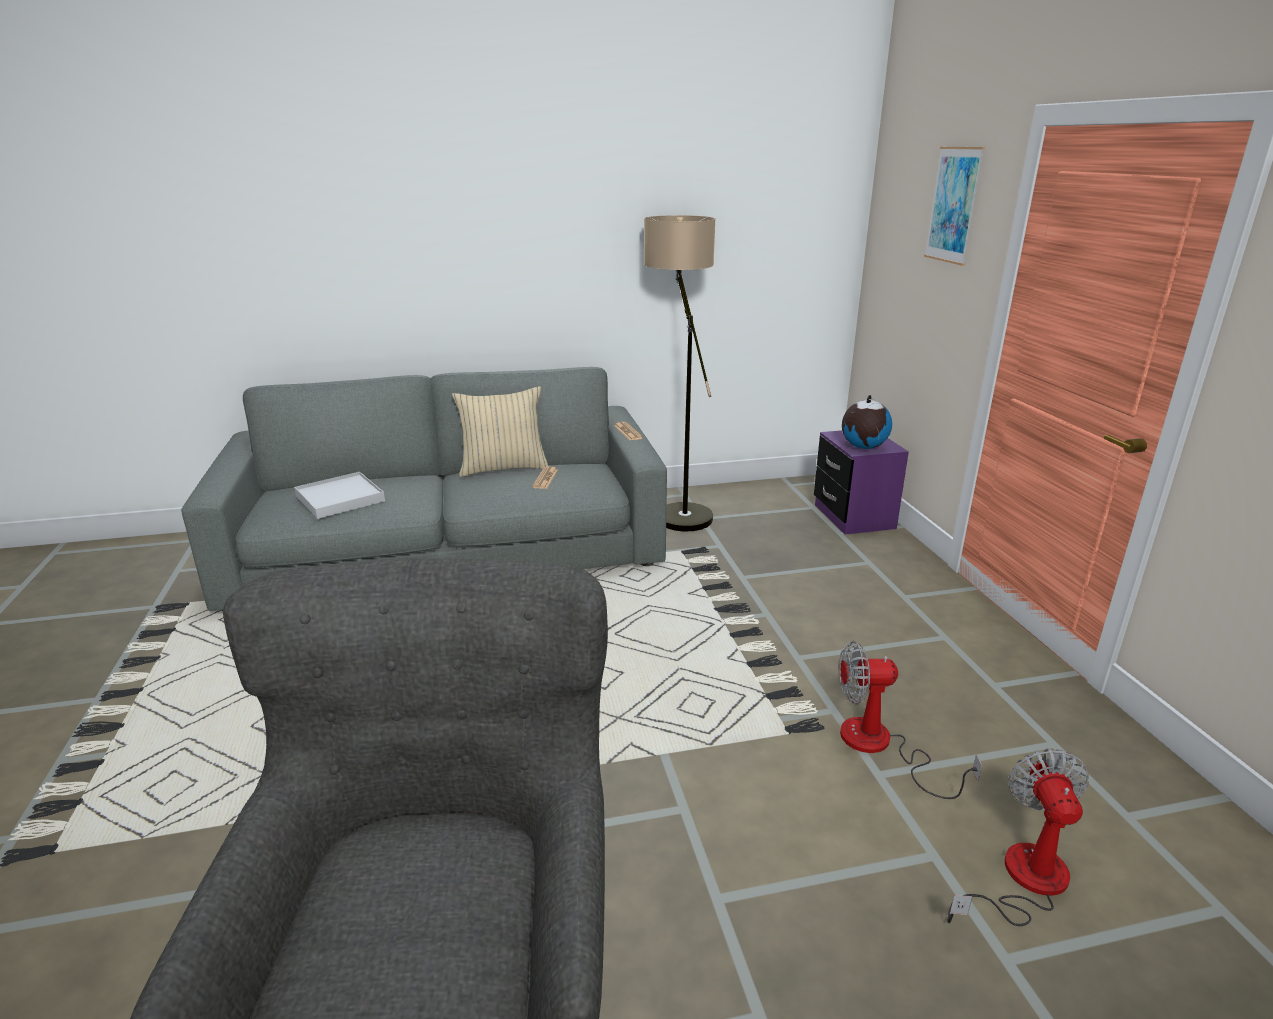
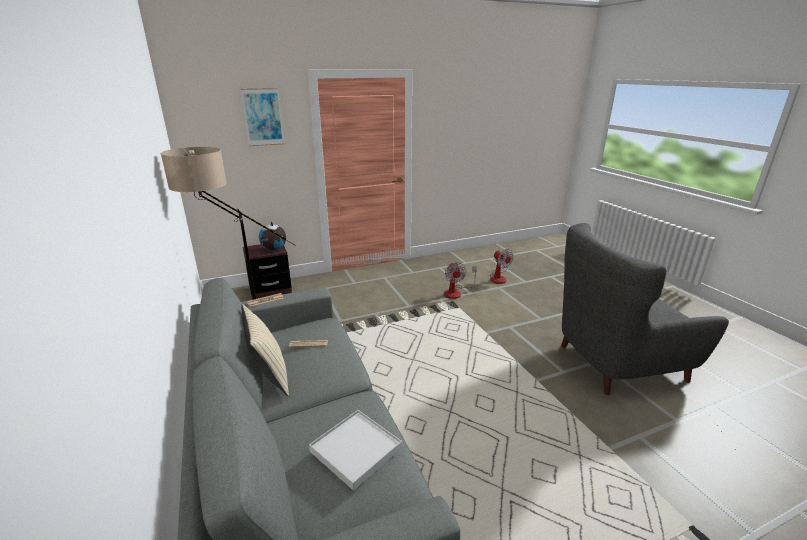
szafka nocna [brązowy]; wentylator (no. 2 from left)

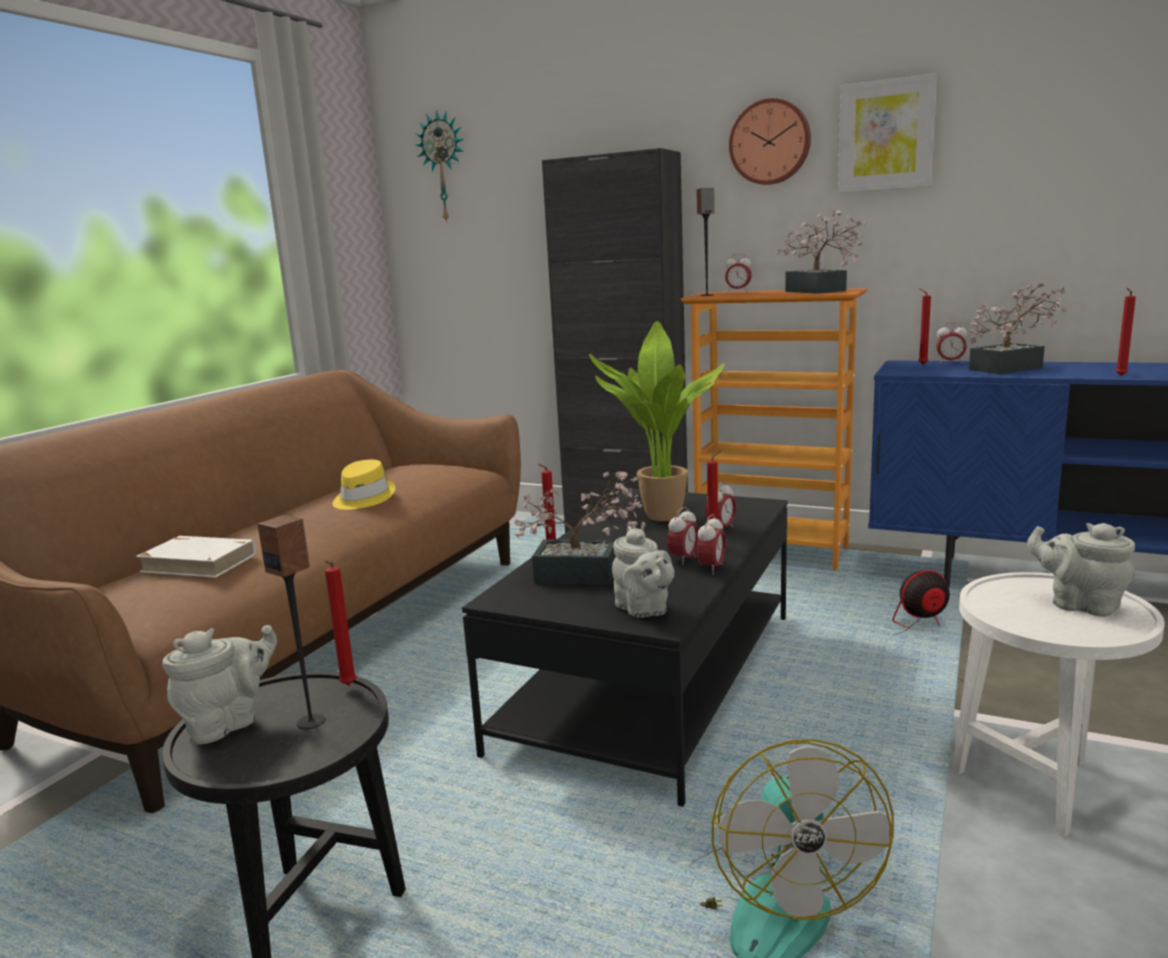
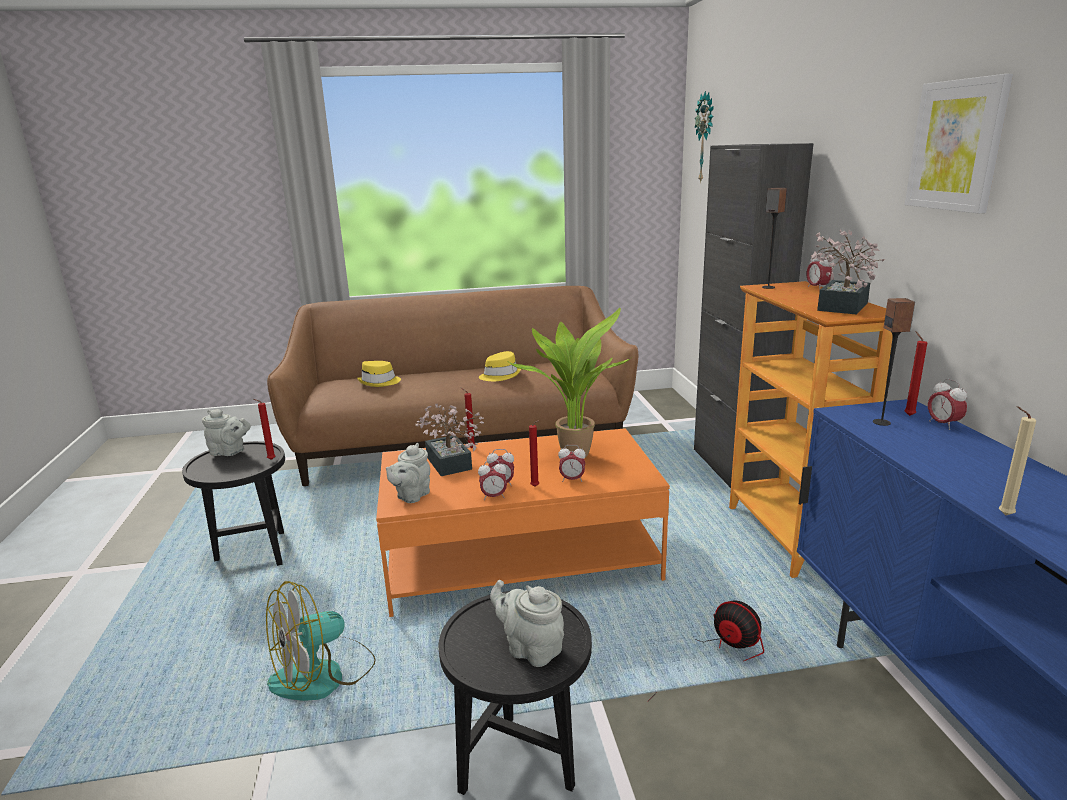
zegar ścienny (no. 2 from left in the first image); roślina doniczkowa (no. 4 from left in the first image); głośnik (no. 2 from left); kapelusz [żółty] (no. 1 from left); ława [pomarańczowy]; stolik [czarny] (no. 2 from left); świeca [beżowy]; imbryk [szary] (no. 3 from left)

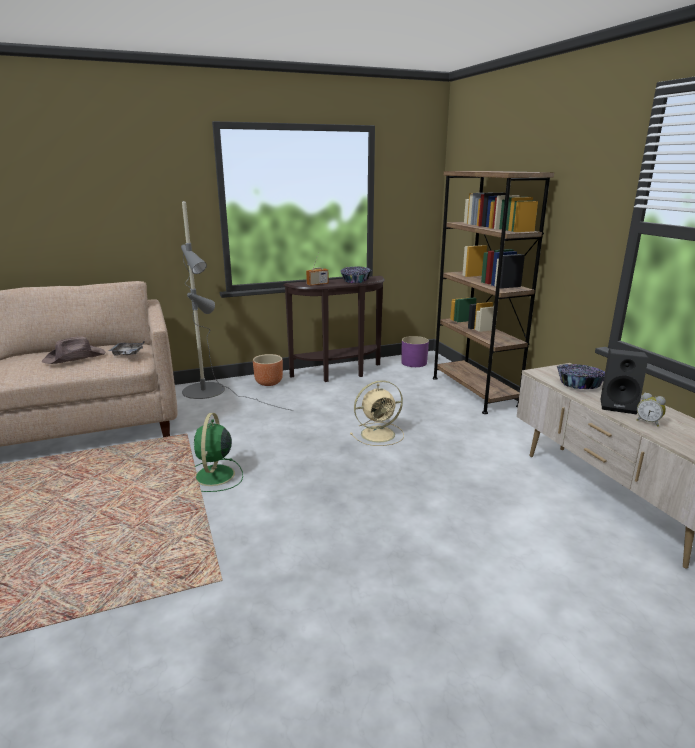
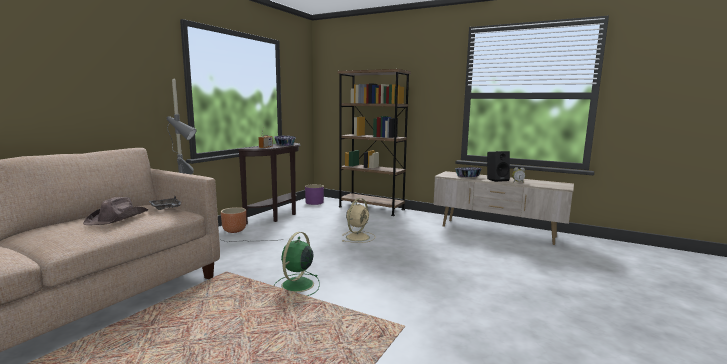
wentylator [zielony]

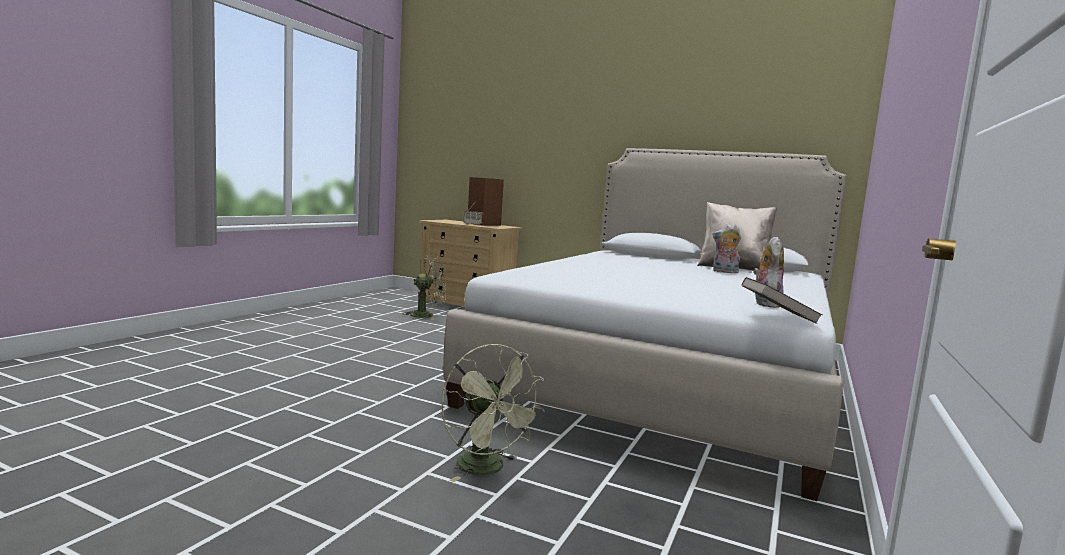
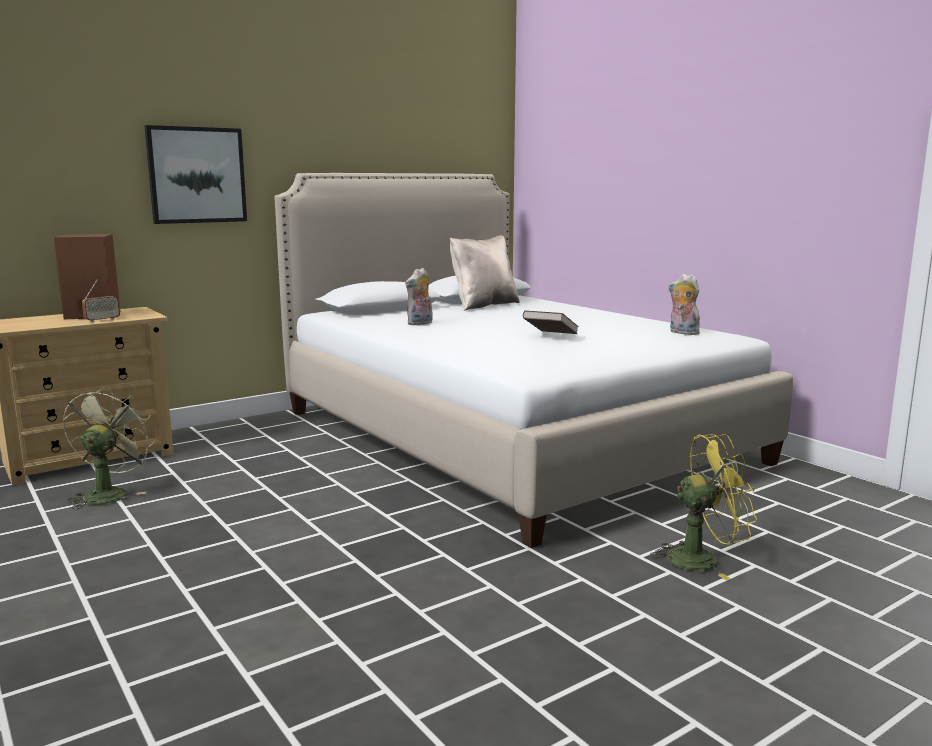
obraz; pluszak (no. 1 from left); książka [brązowy]; wentylator [żółty]

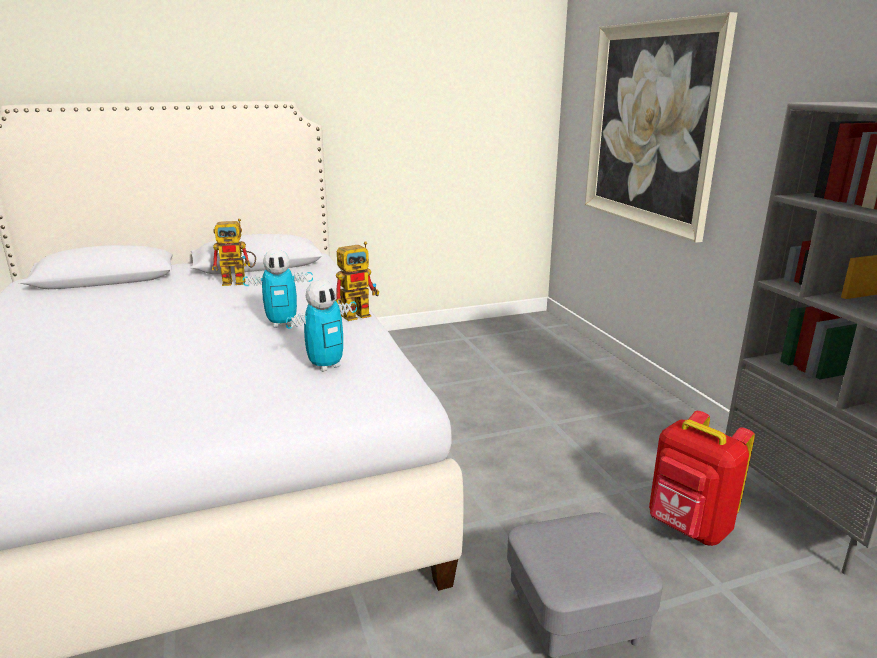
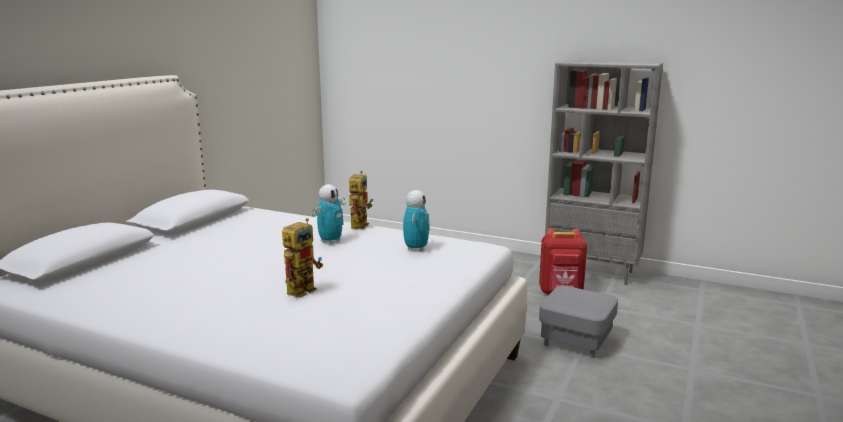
obraz; robot zabawkowy (no. 1 from left)

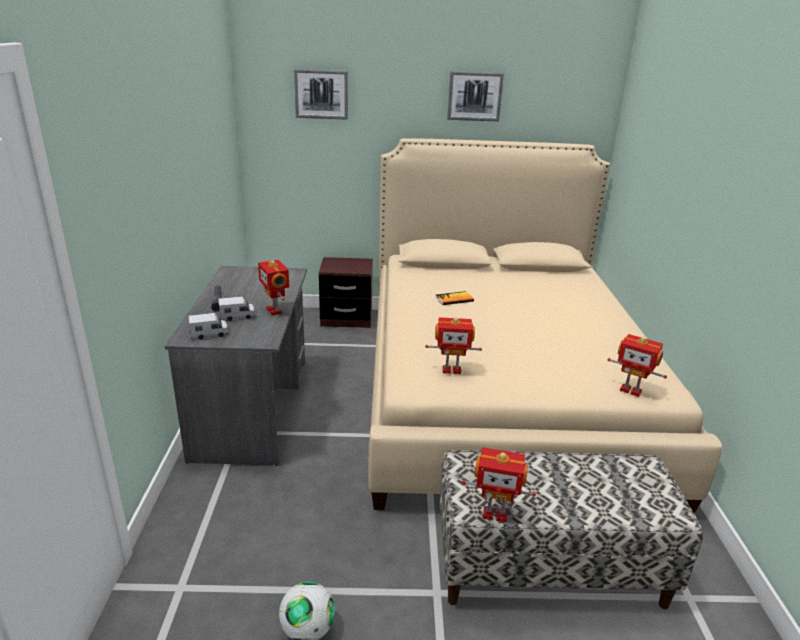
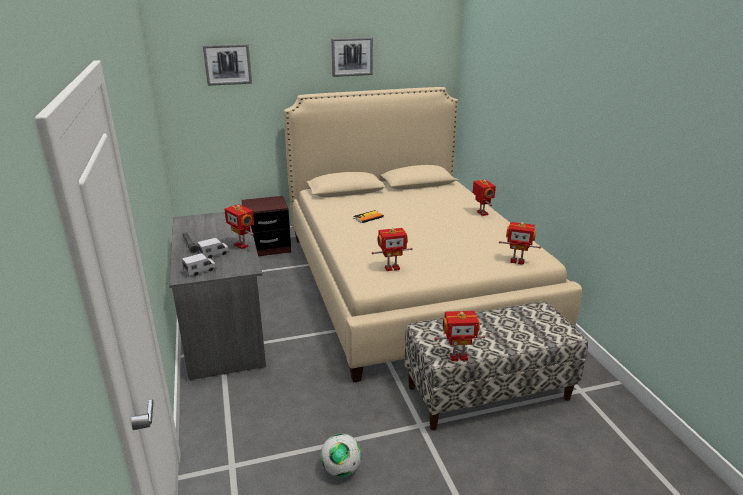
robot zabawkowy (no. 4 from left)

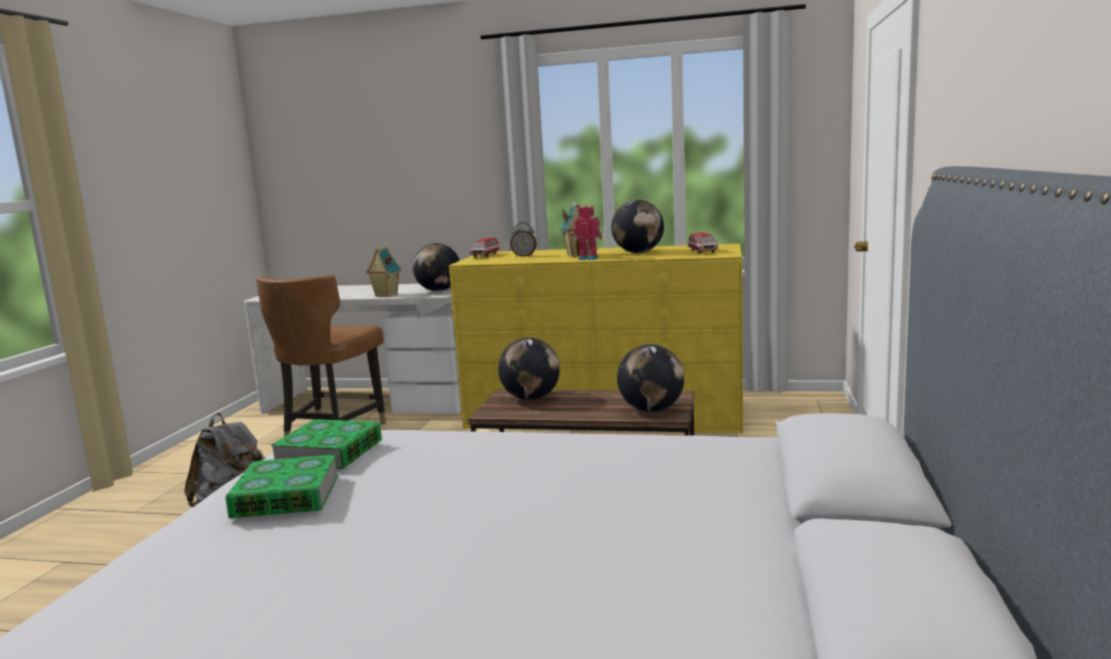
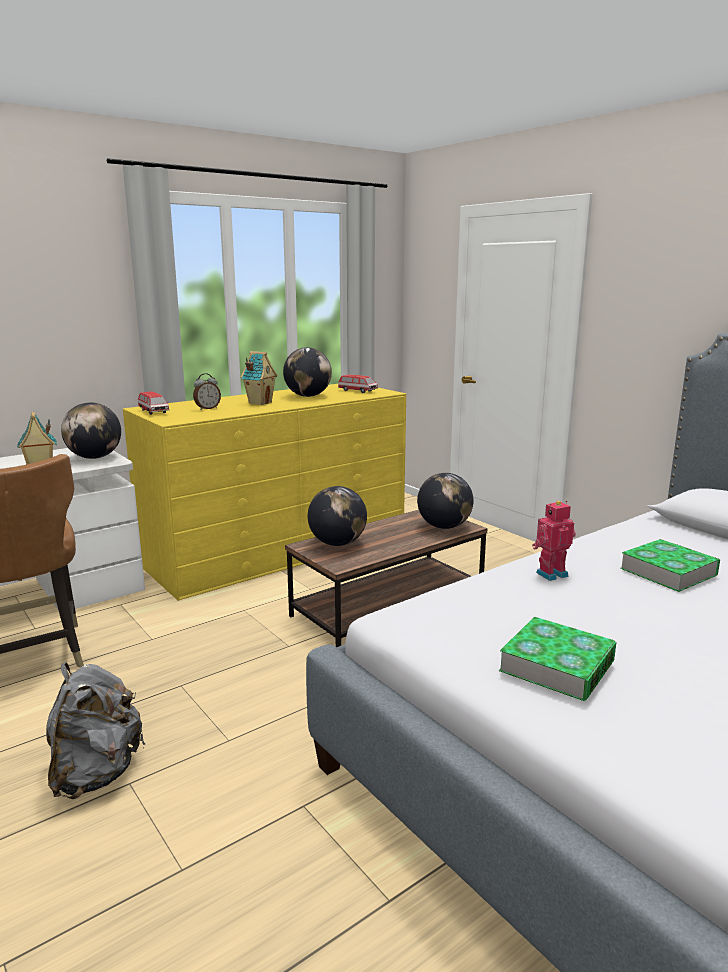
książka (no. 2 from left); robot zabawkowy

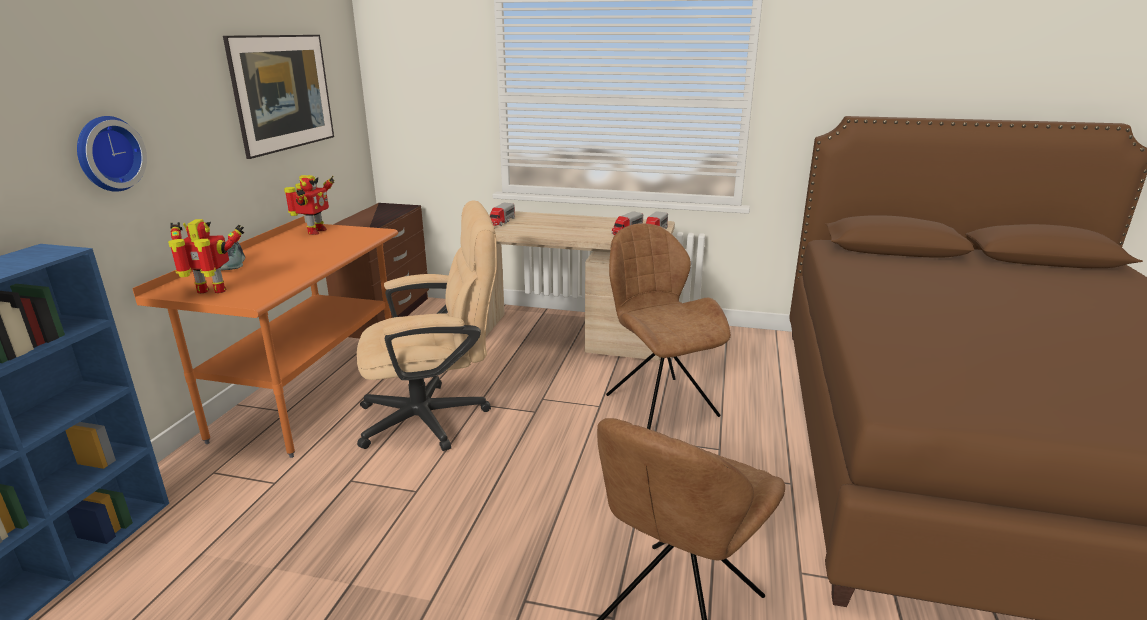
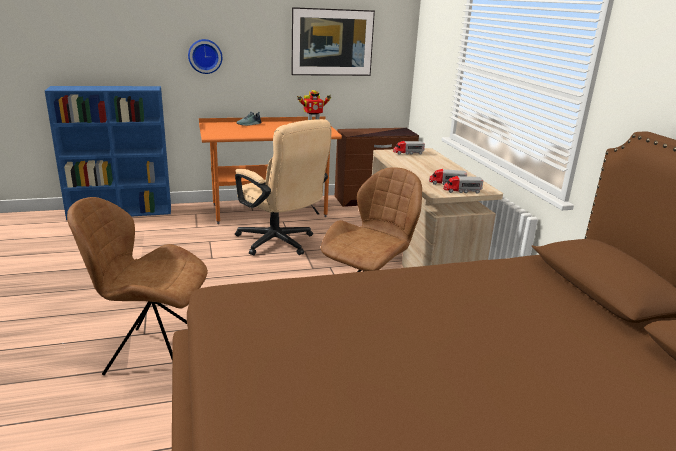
robot zabawkowy (no. 1 from left in the first image)

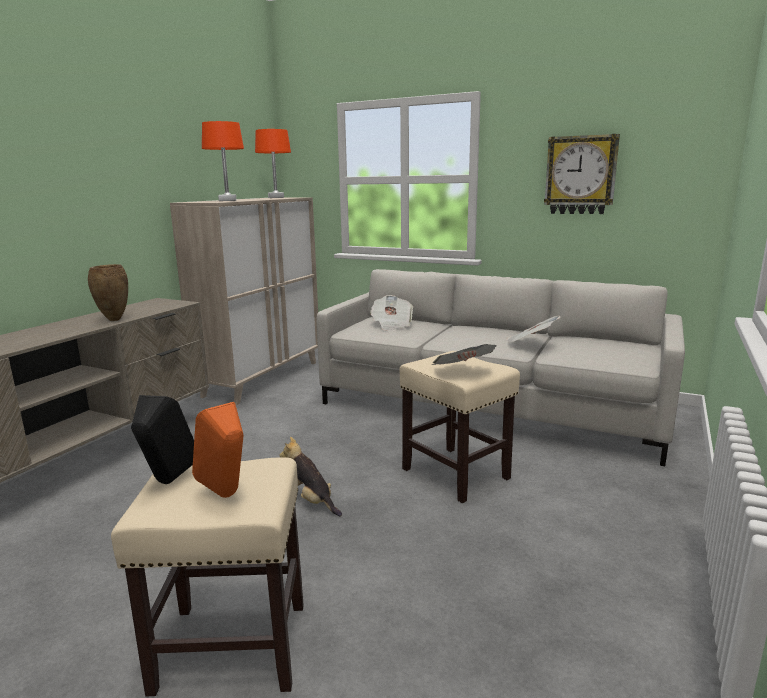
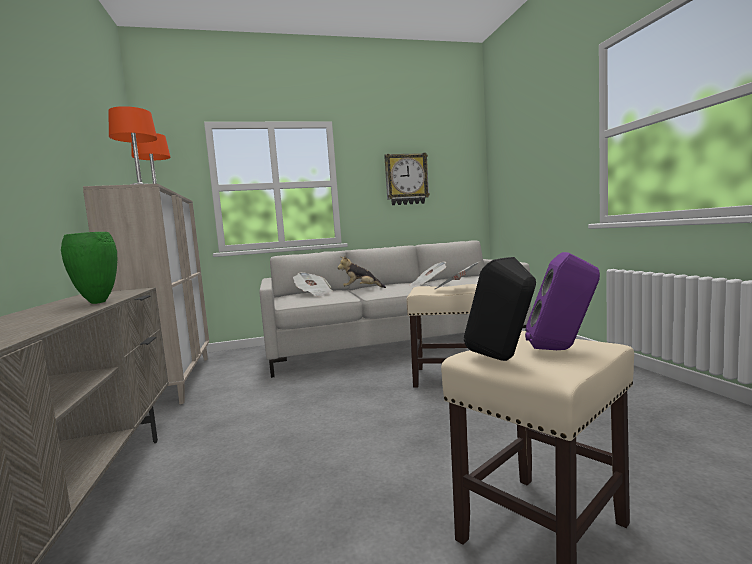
pluszak; wazon [zielony]; głośnik [fioletowy]

